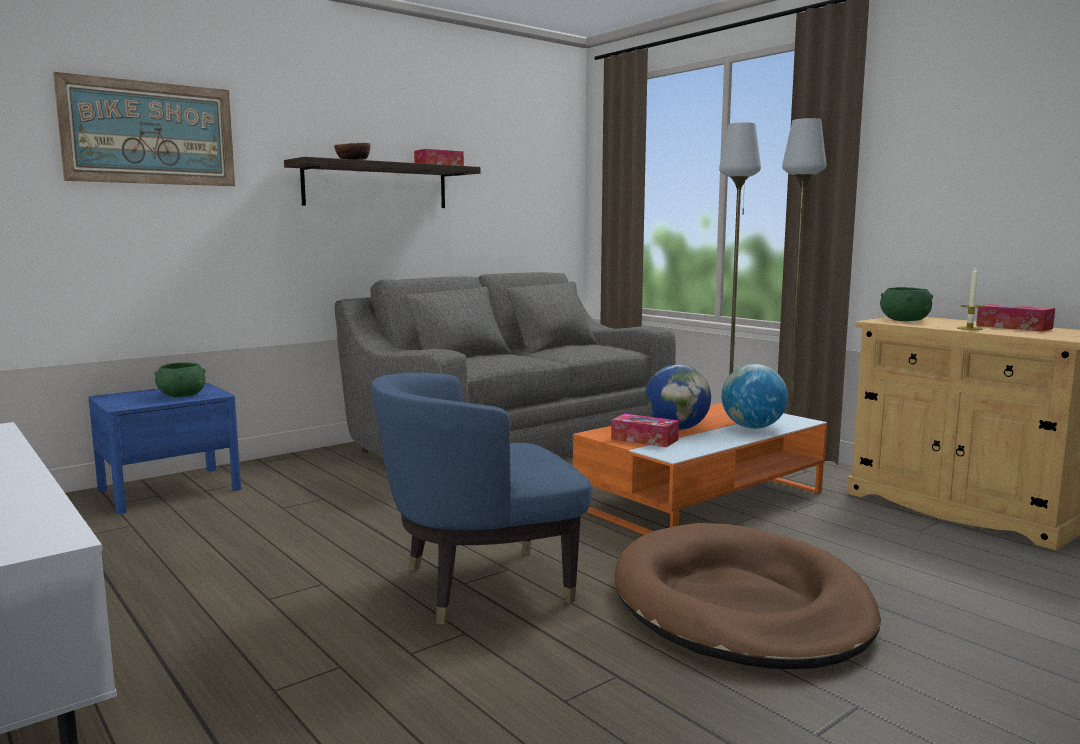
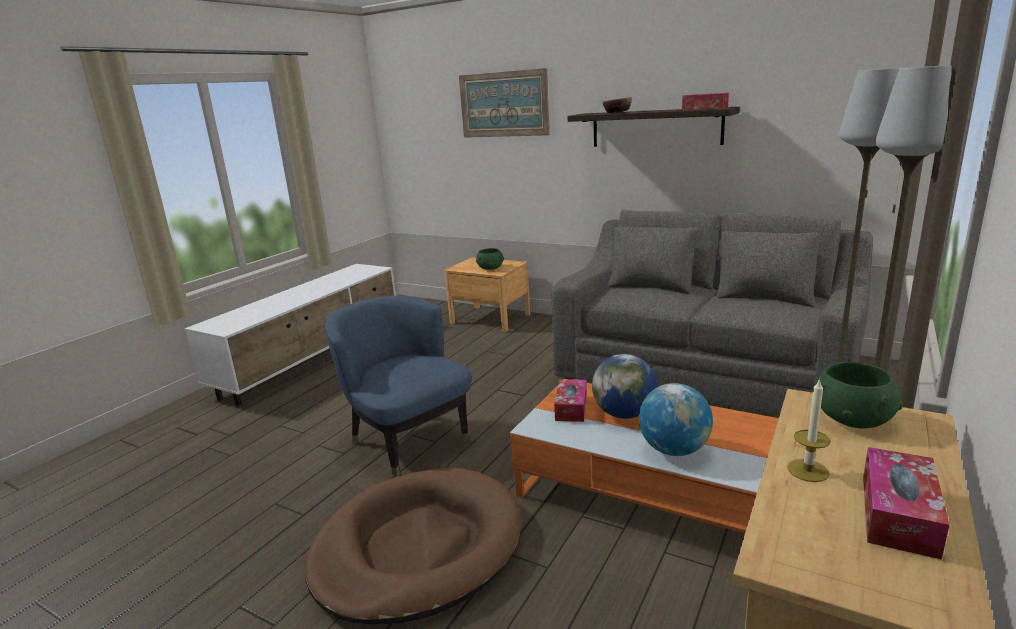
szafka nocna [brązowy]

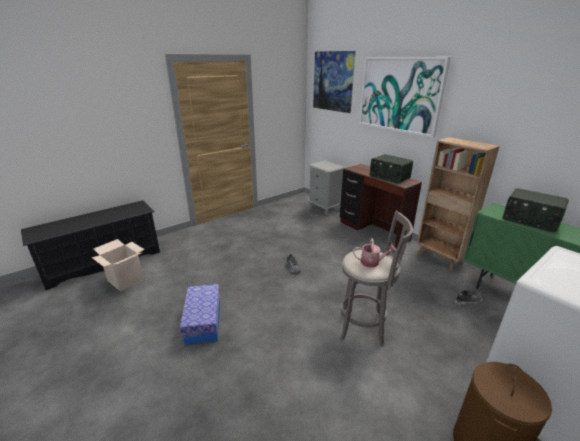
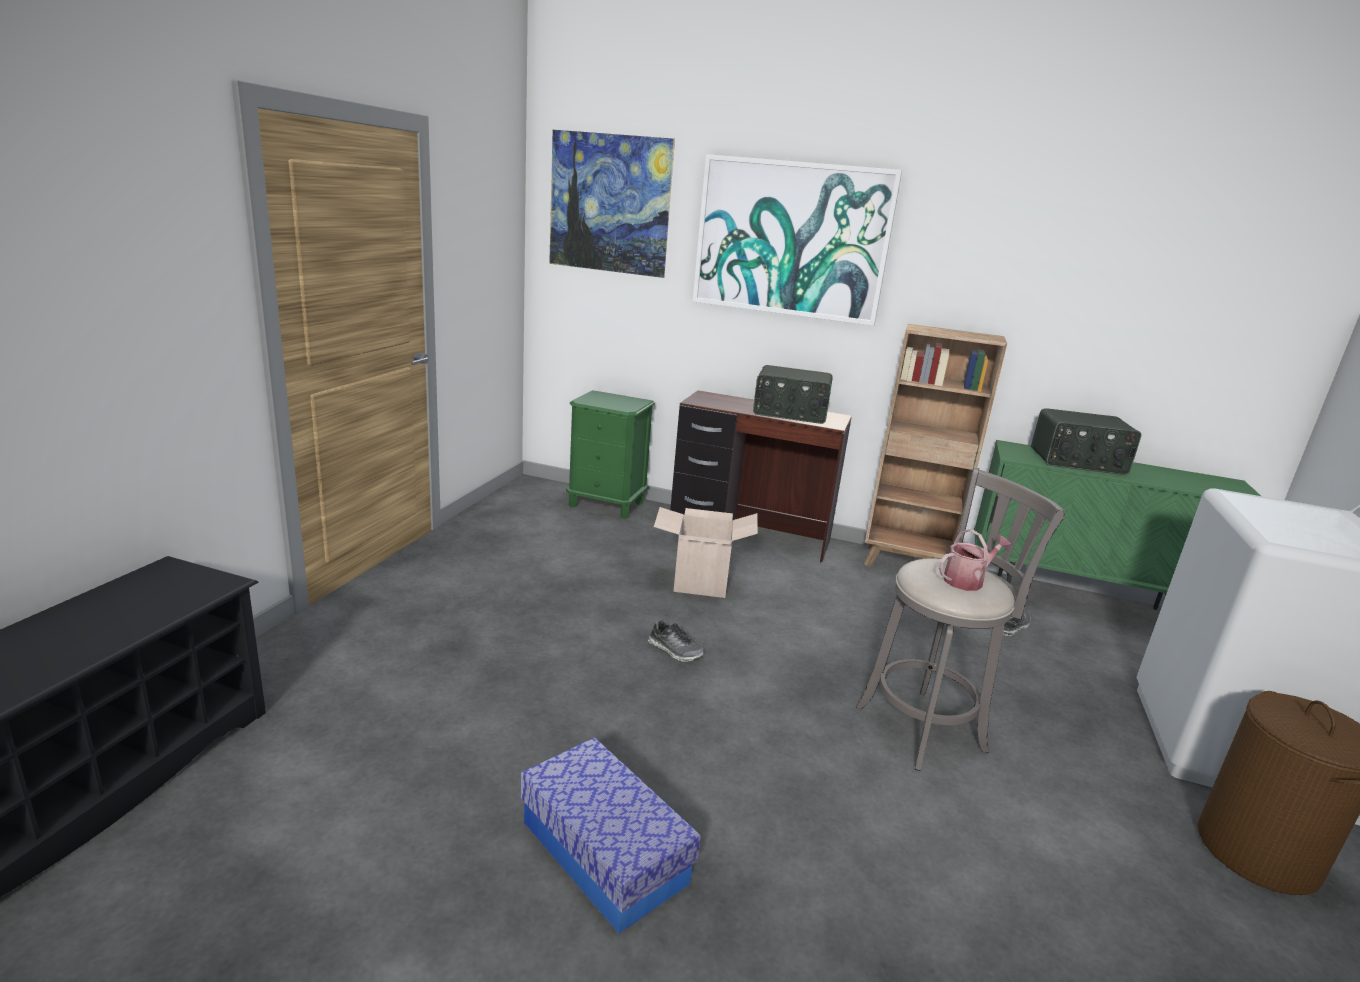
karton; szafka nocna [zielony]

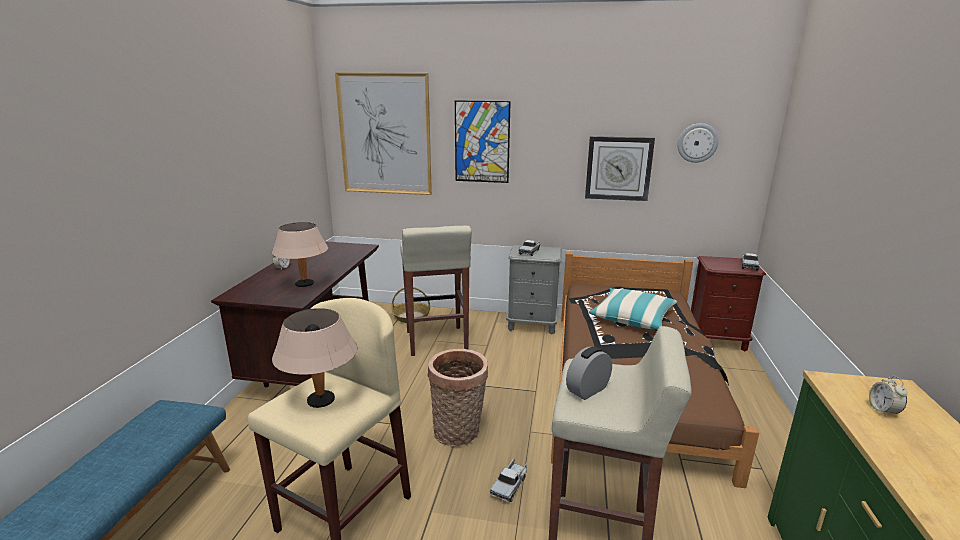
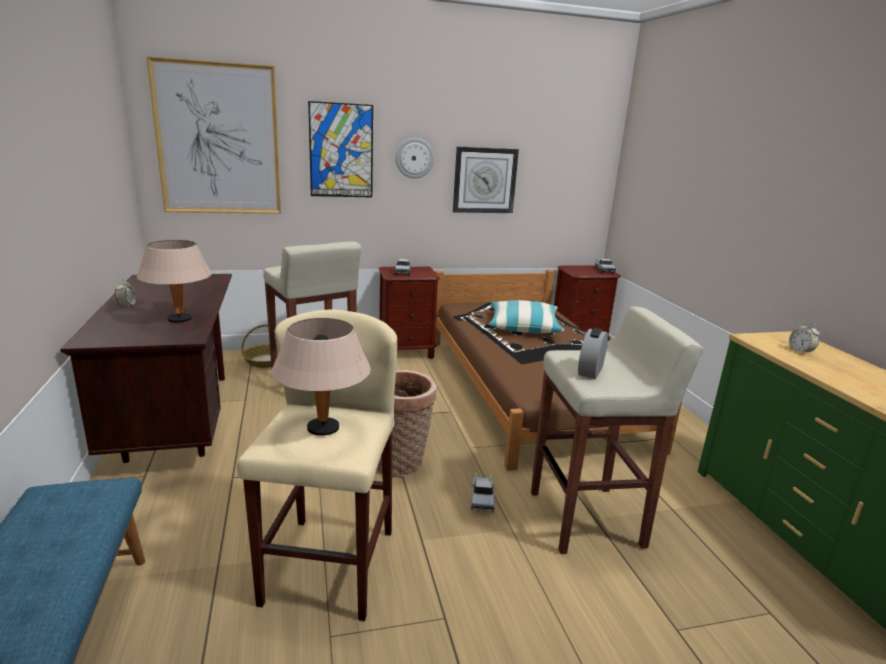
zegar ścienny (no. 1 from left); szafka nocna [brązowy] (no. 1 from left)

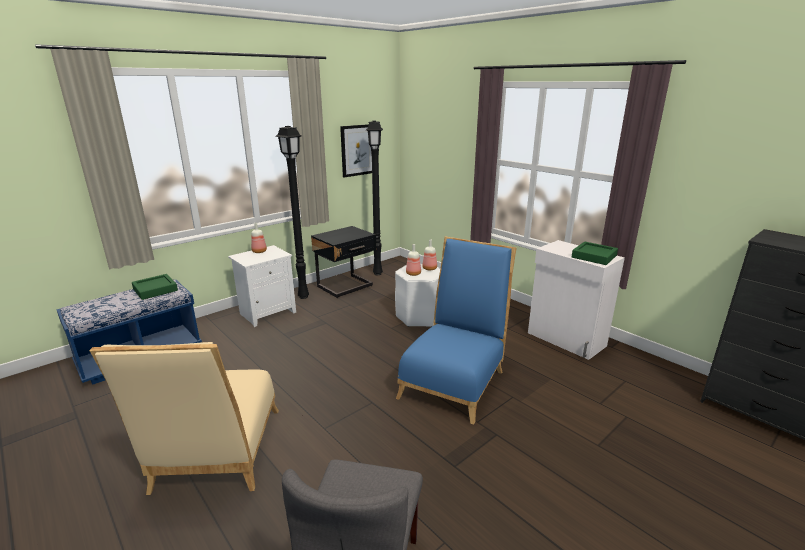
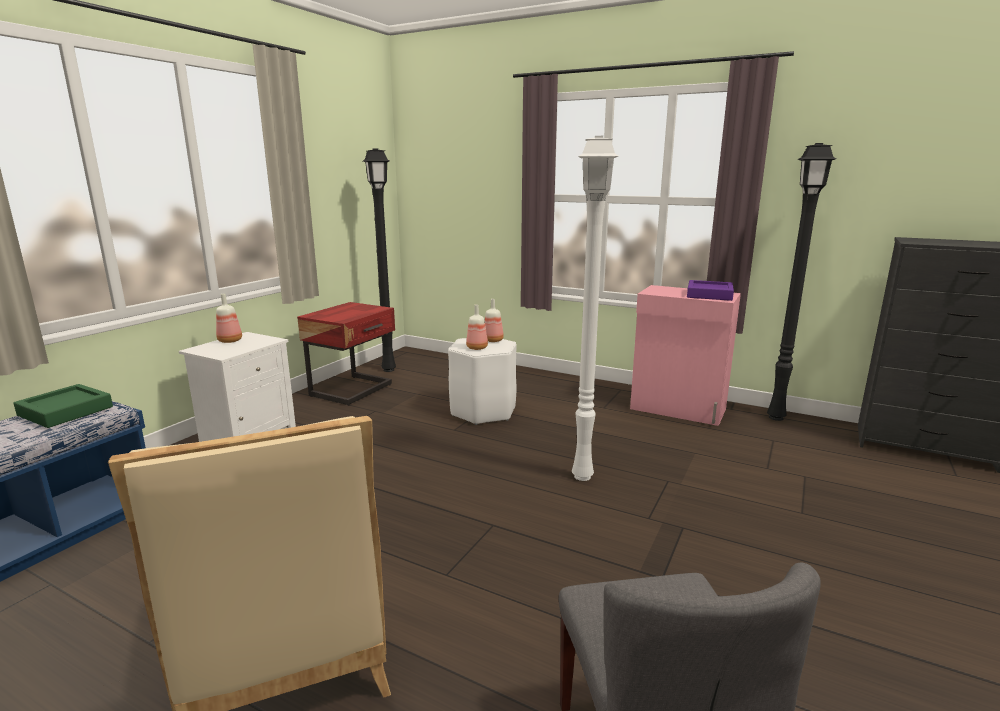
obraz; lampa stojąca [czarny] (no. 2 from left); lampa stojąca [biały]; szafka nocna [czerwony]; szafka [różowy]; taca [fioletowy]

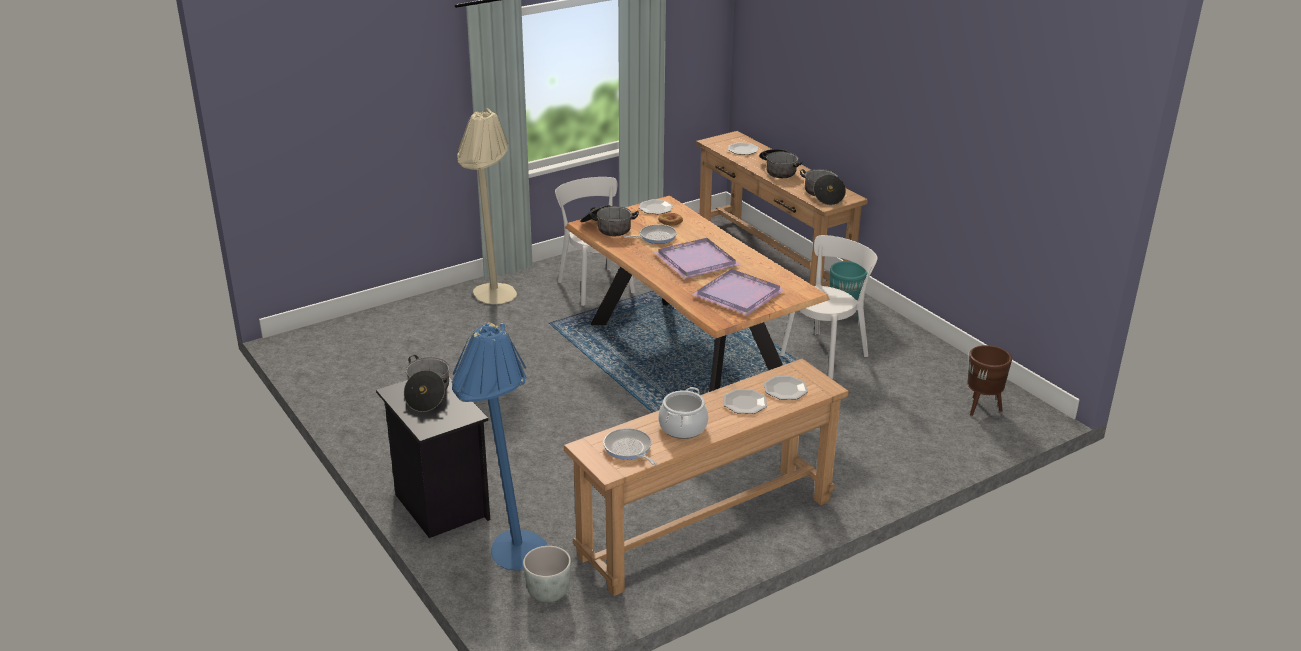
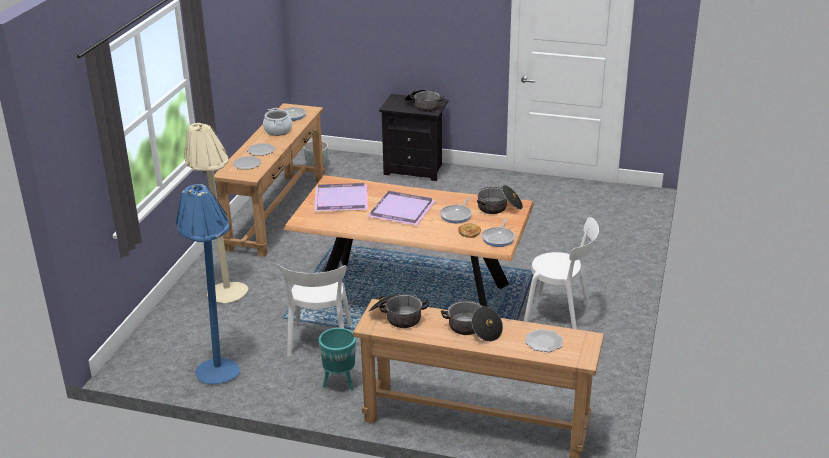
donica [brązowy]; lampa stojąca [niebieski]; lampa stojąca [beżowy]; patelnia (no. 3 from left)

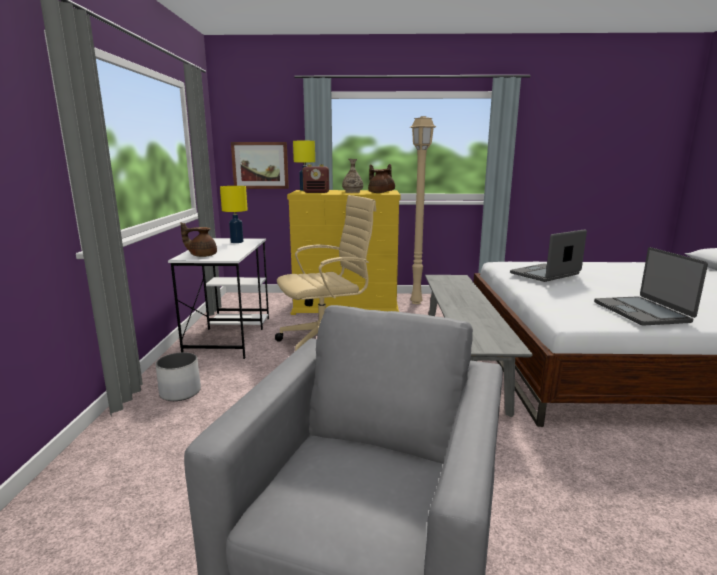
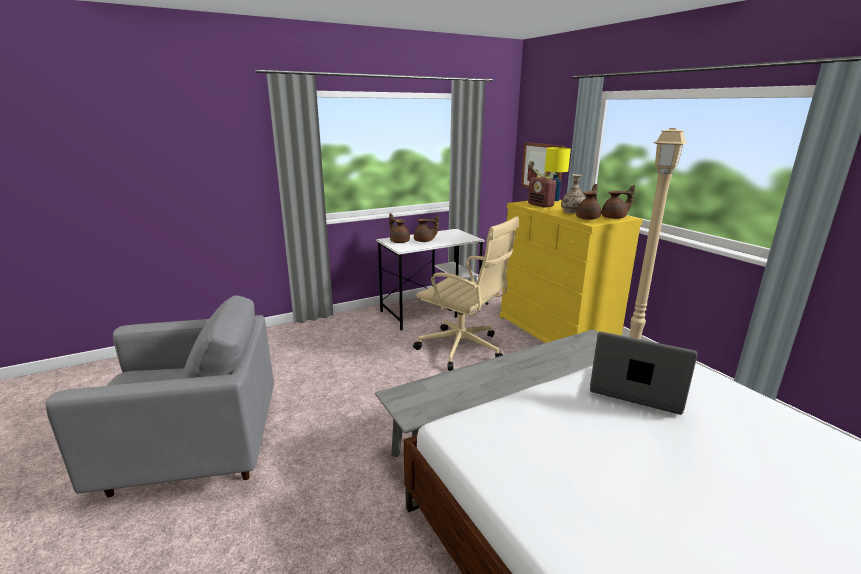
donica [biały]; lampa stołowa [żółty] (no. 1 from left in the first image); laptop (no. 2 from left in the first image); imbryk [brązowy] (no. 2 from left)

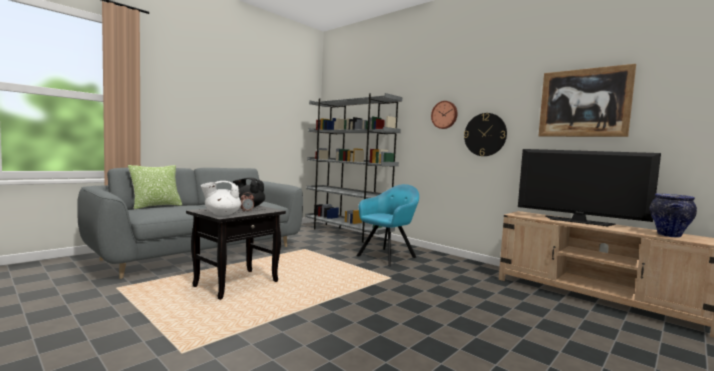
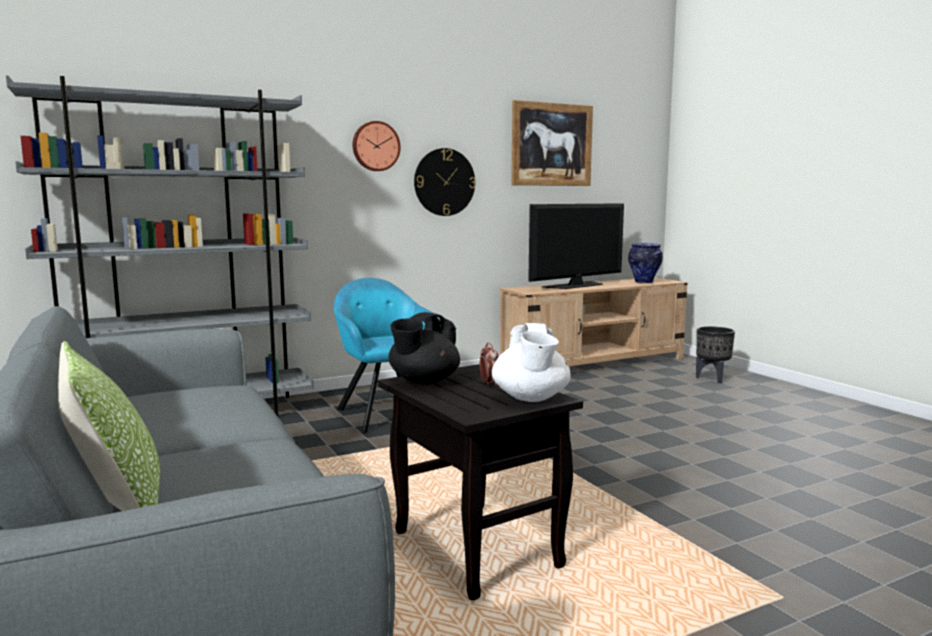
donica [czarny]

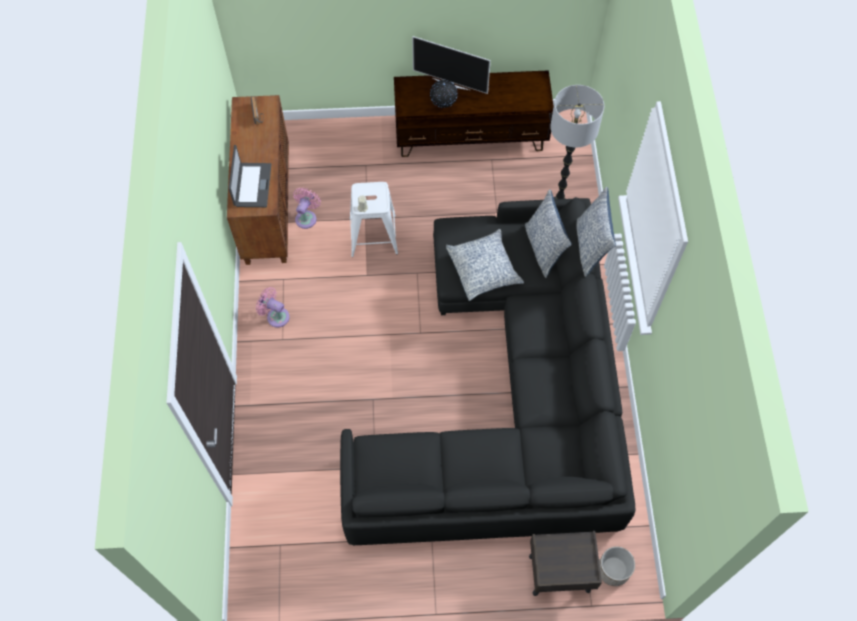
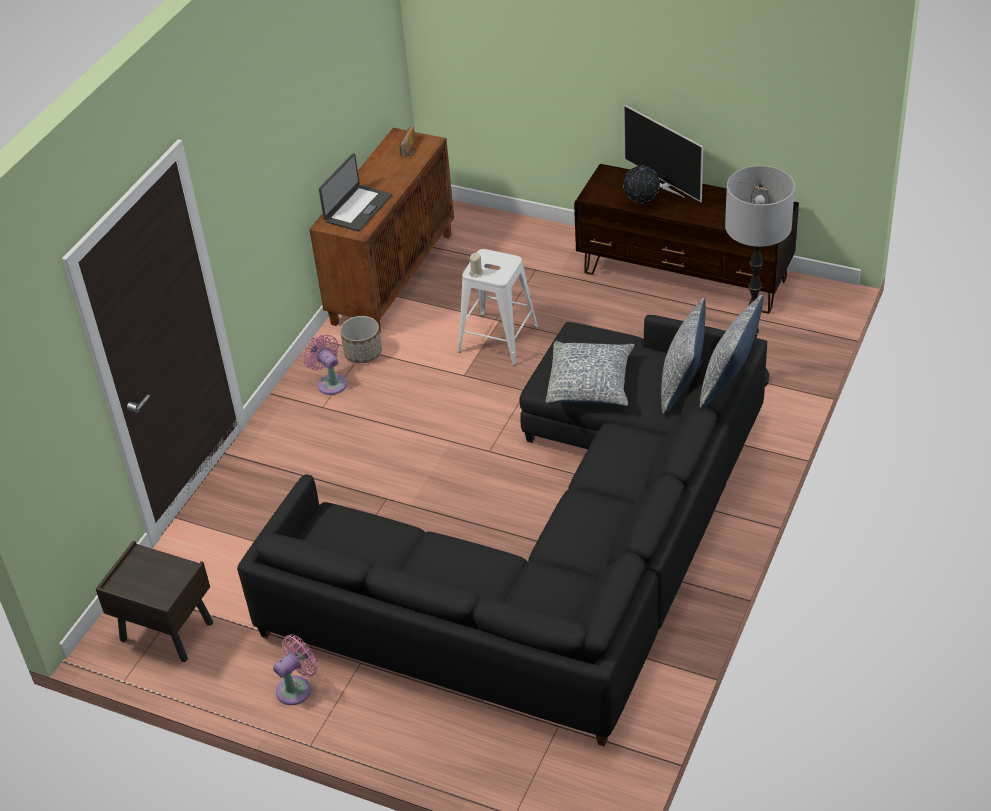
wentylator [różowy] (no. 1 from left); szafka nocna [brązowy]; donica

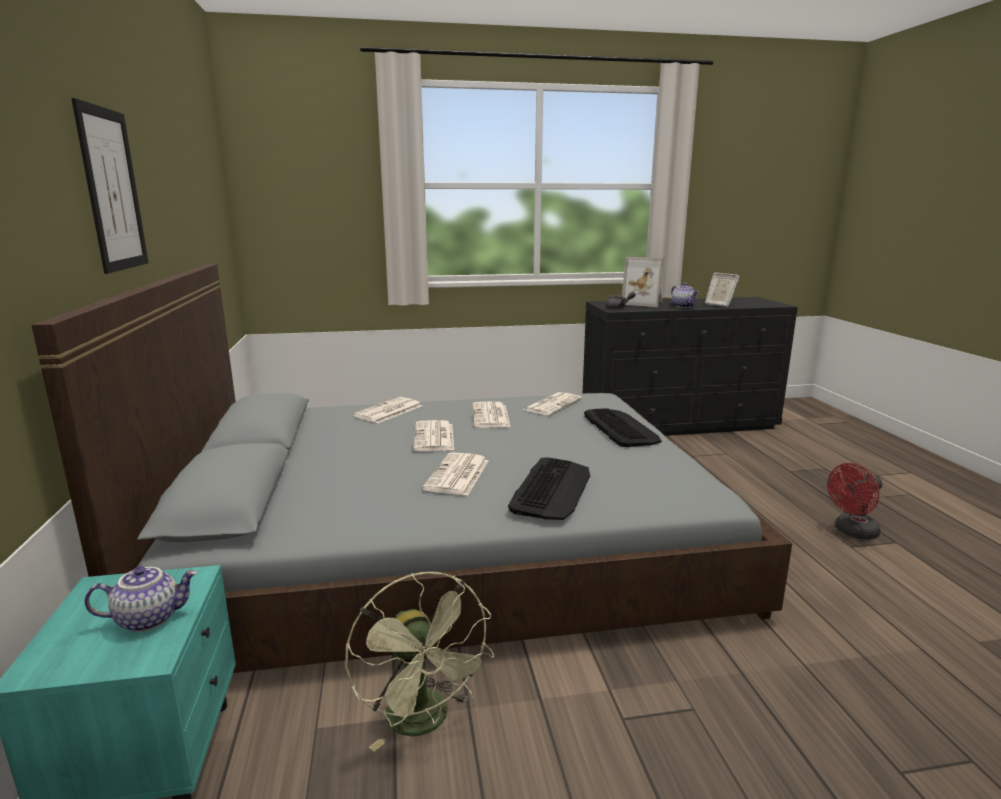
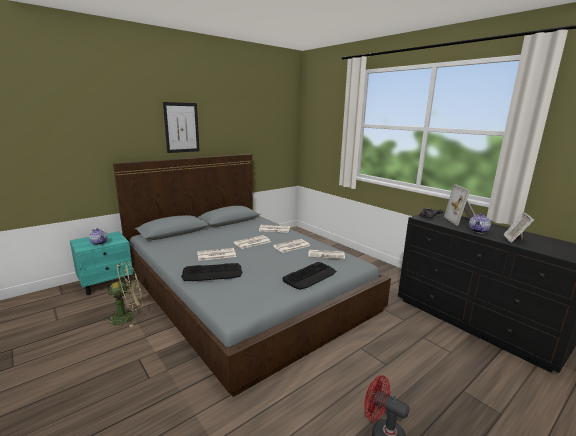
wentylator [zielony]

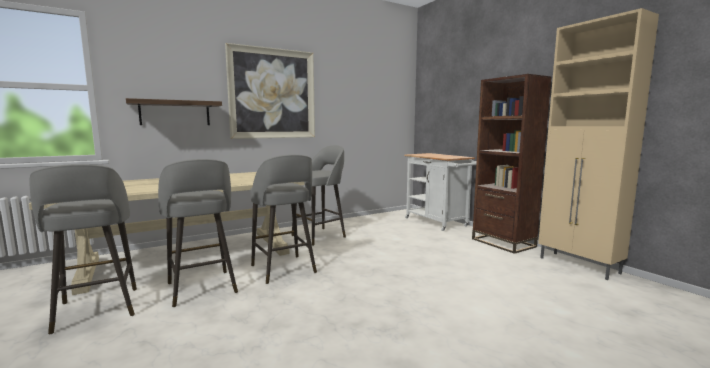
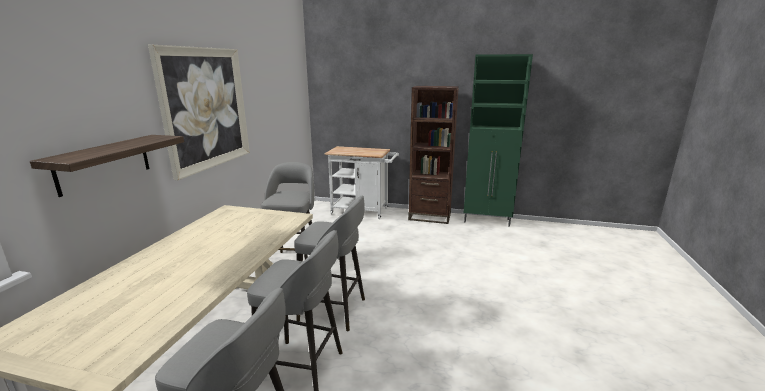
szafka [zielony]

